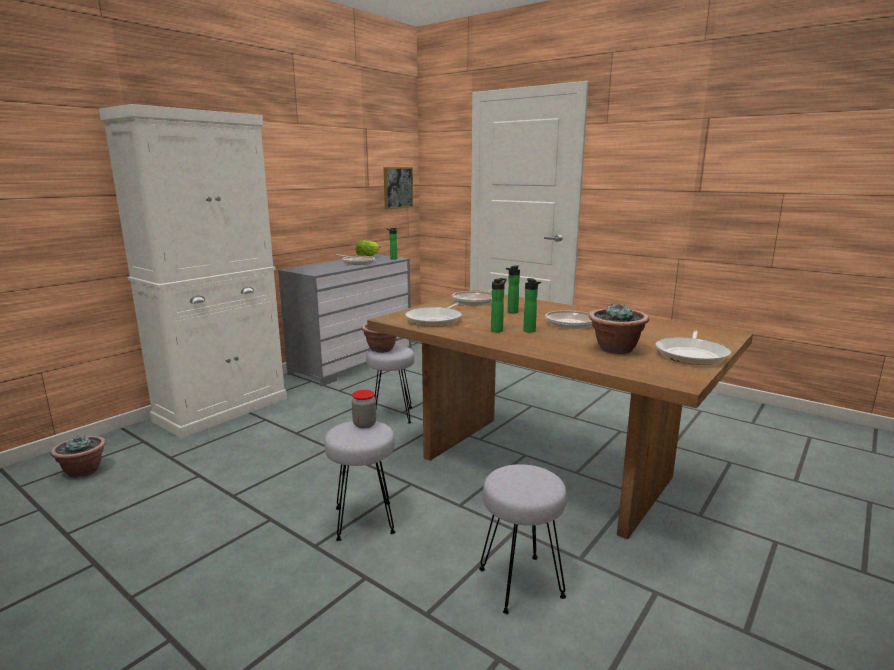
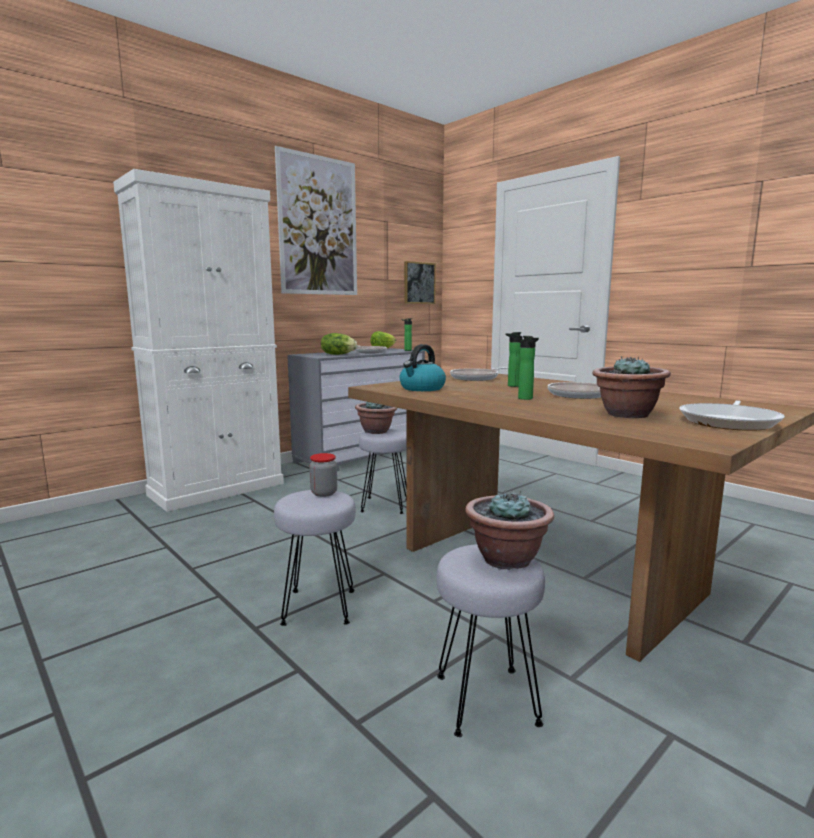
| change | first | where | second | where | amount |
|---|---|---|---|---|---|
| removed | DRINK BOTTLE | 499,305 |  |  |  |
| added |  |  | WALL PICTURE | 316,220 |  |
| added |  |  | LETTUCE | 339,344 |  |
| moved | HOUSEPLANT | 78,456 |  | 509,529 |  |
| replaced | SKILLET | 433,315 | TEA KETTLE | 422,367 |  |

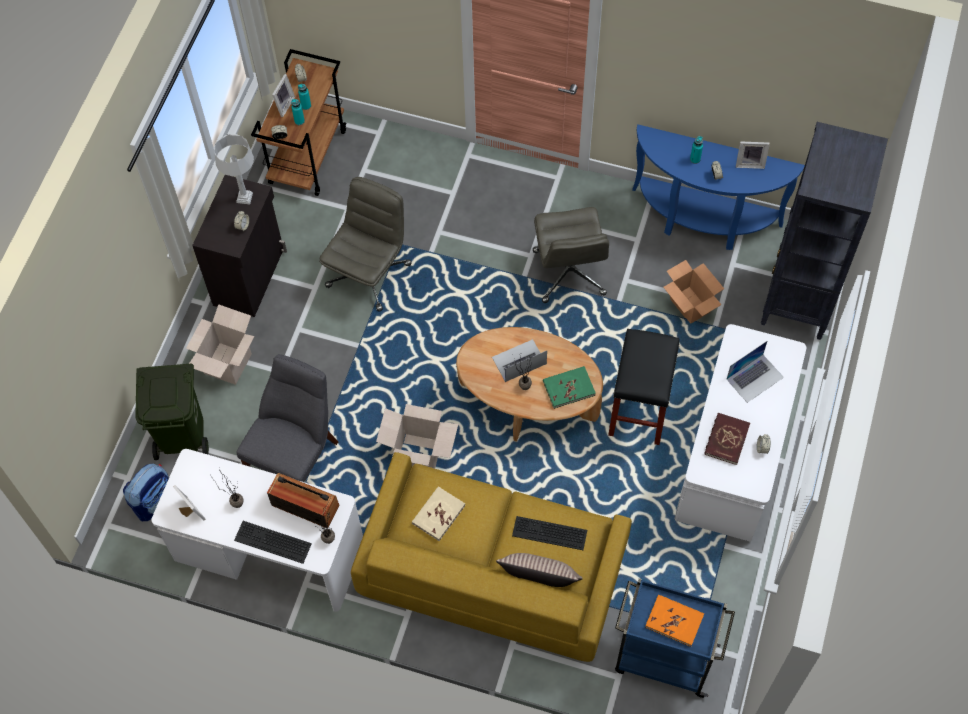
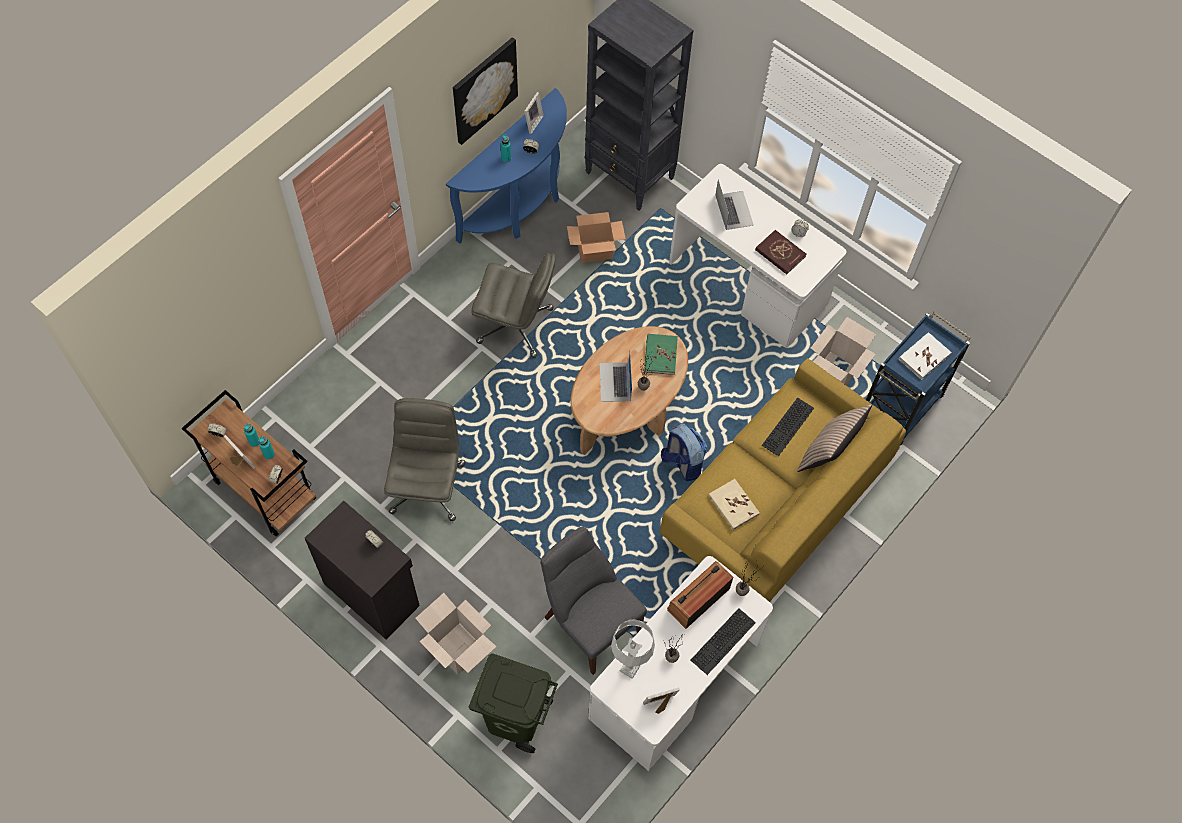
| change | first | where | second | where | amount |
|---|---|---|---|---|---|
| removed | BLACK-COLOURED SITTING STOOL | 644,387 |  |  |  |
| added |  |  | WALL PICTURE | 485,91 |  |
| moved | BACKPACK | 146,492 |  | 684,452 |  |
| moved | GRAY TABLETOP LAMP | 234,169 |  | 633,649 |  |
| moved | CARTON | 417,436 |  | 843,351 |  |
| recoloured | ORANGE-COLOURED BOUND BOOK | 674,620 | WHITE BOUND BOOK | 925,356 |  |
| turned | GRAY DESK CHAIR | 365,244 |  | 424,459 | 45 degrees clockwise |

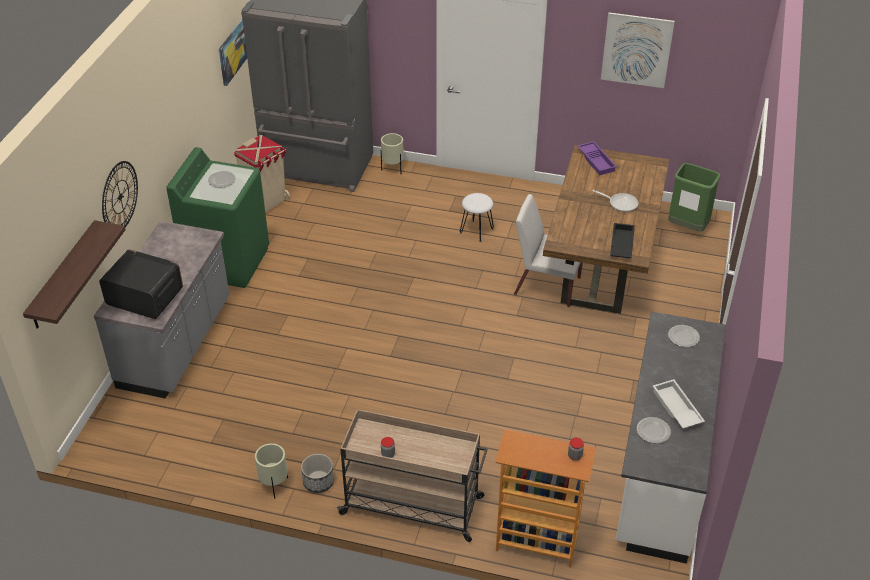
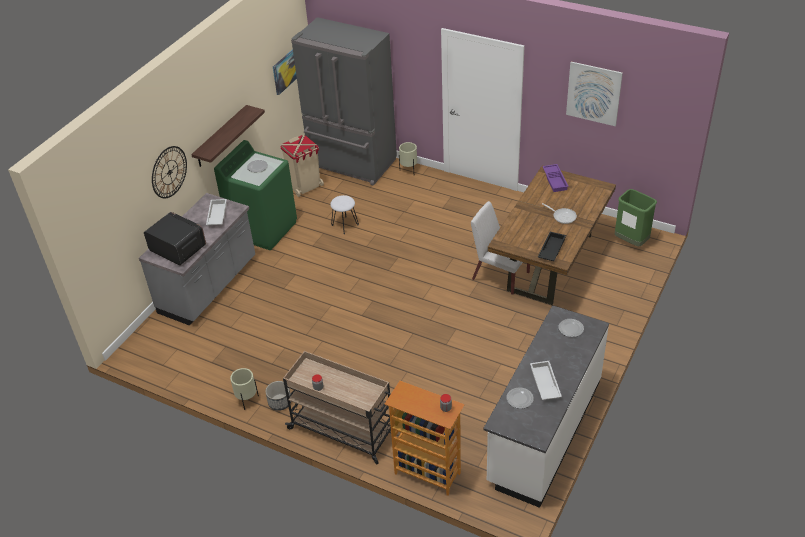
| change | first | where | second | where | amount |
|---|---|---|---|---|---|
| added |  |  | WHITE SERVING TRAY | 216,212 |  |
| moved | WALL SHELF | 74,274 |  | 228,136 |  |
| moved | WHITE SITTING STOOL | 477,217 |  | 344,214 |  |

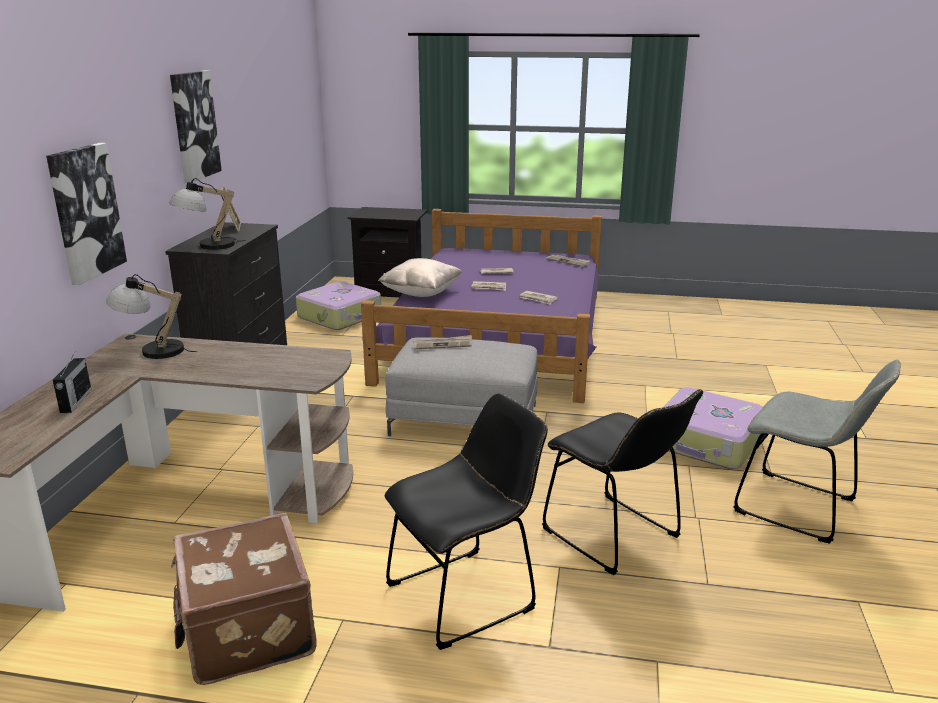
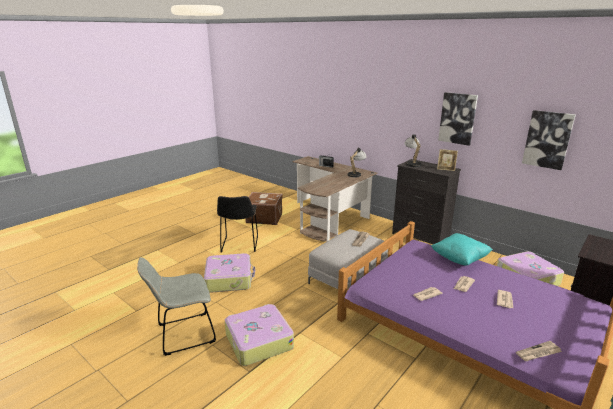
| change | first | where | second | where | amount |
|---|---|---|---|---|---|
| moved | WALL PICTURE | 86,214 |  | 549,140 |  |
| replaced | BLACK-COLOURED PLAIN CHAIR | 622,482 | SUITCASE | 229,273 |  |
| recoloured | BEIGE-COLOURED PILLOW | 420,277 | TURQUOISE PILLOW | 462,249 |  |

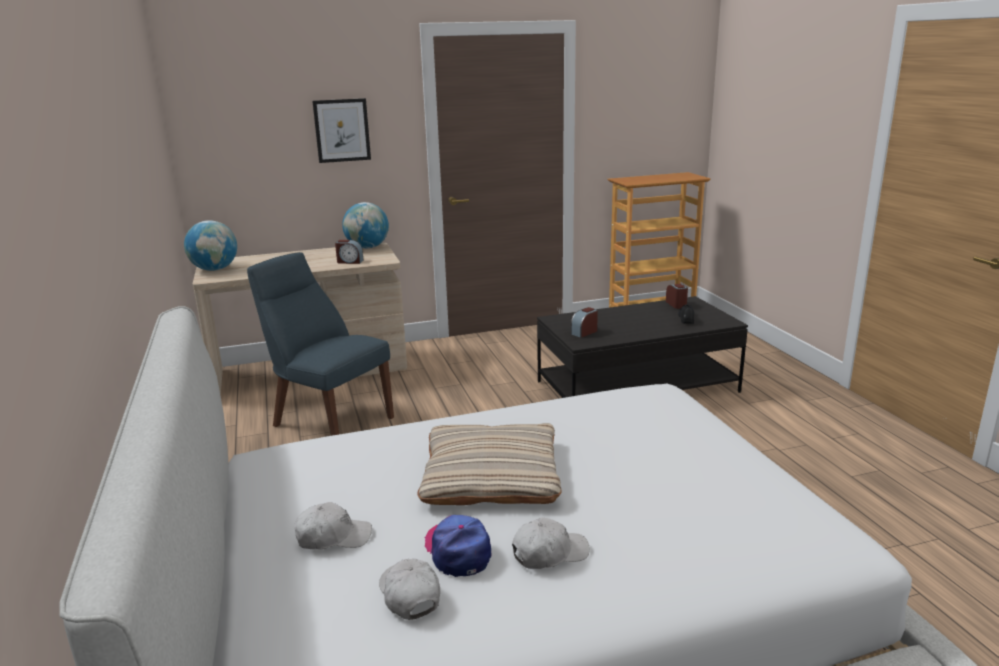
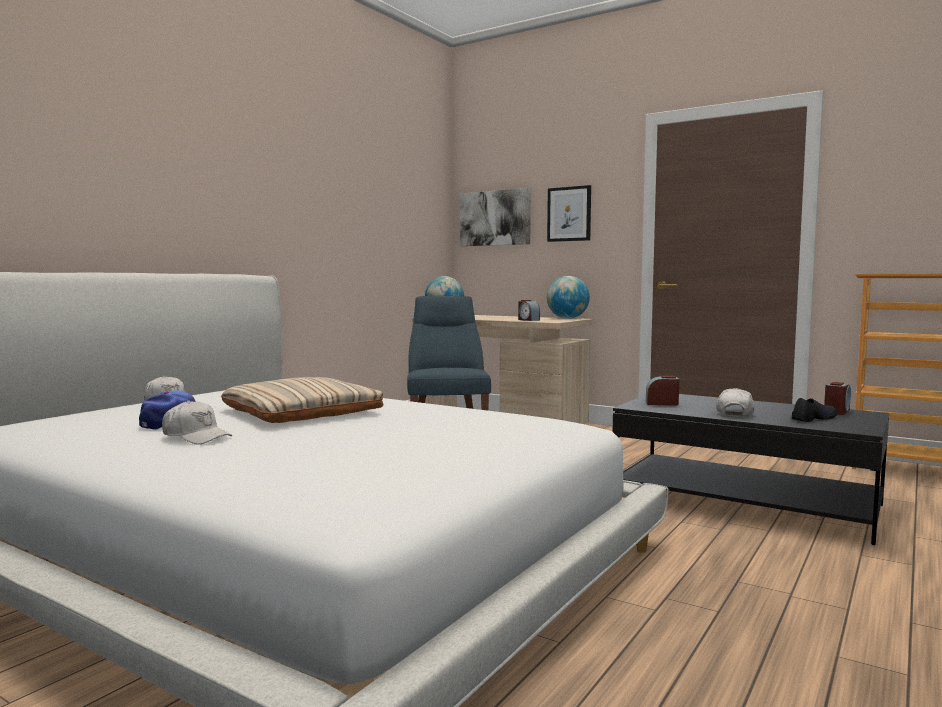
| change | first | where | second | where | amount |
|---|---|---|---|---|---|
| added |  |  | WALL PICTURE | 495,217 |  |
| moved | WHITE PEAKED CAP | 409,589 |  | 735,401 |  |

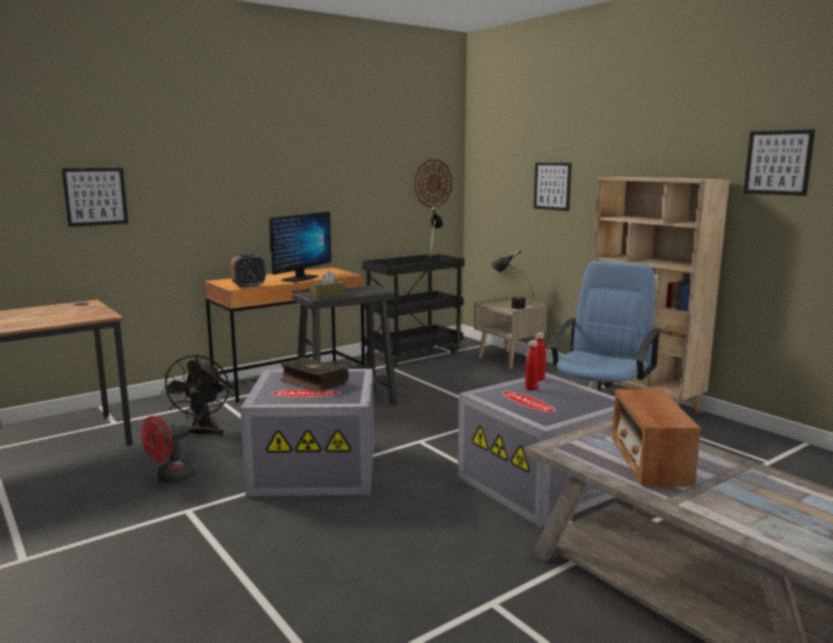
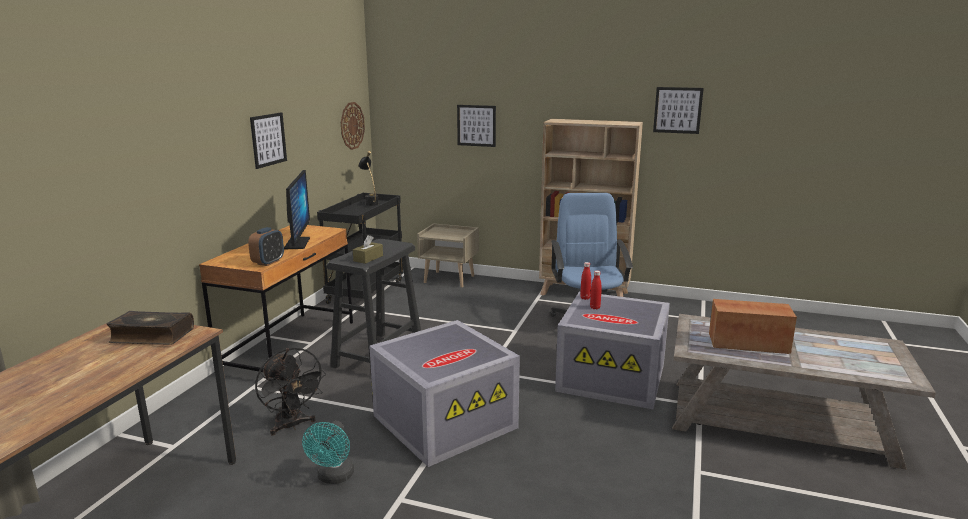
| change | first | where | second | where | amount |
|---|---|---|---|---|---|
| removed | BLACK-COLOURED TABLETOP LAMP | 512,279 |  |  |  |
| moved | WALL PICTURE | 94,197 |  | 268,140 |  |
| moved | BOUND BOOK | 314,374 |  | 150,328 |  |
| recoloured | RED COOLING FAN | 168,449 | TURQUOISE COOLING FAN | 328,452 |  |
| turned | RADIO | 656,438 |  | 753,326 | 135 degrees clockwise |

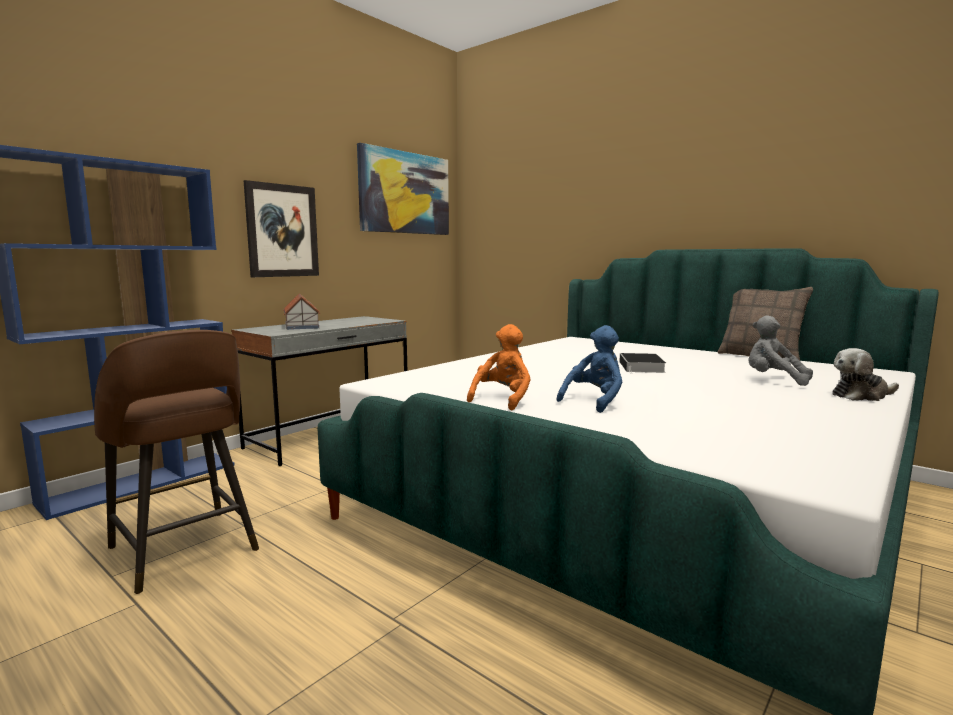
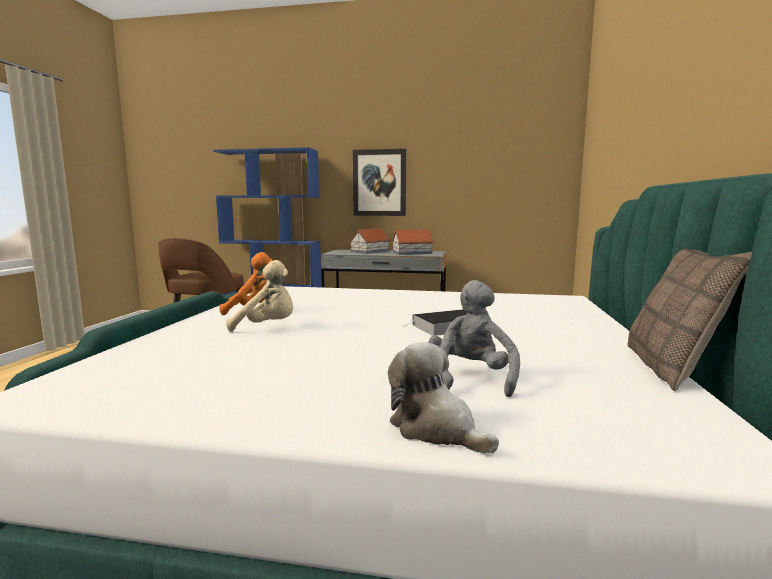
| change | first | where | second | where | amount |
|---|---|---|---|---|---|
| removed | WALL PICTURE | 403,189 |  |  |  |
| added |  |  | MINIATURE HOUSE | 413,242 |  |
| recoloured | BLUE-COLOURED SOFT TOY | 589,369 | BEIGE-COLOURED SOFT TOY | 259,296 |  |

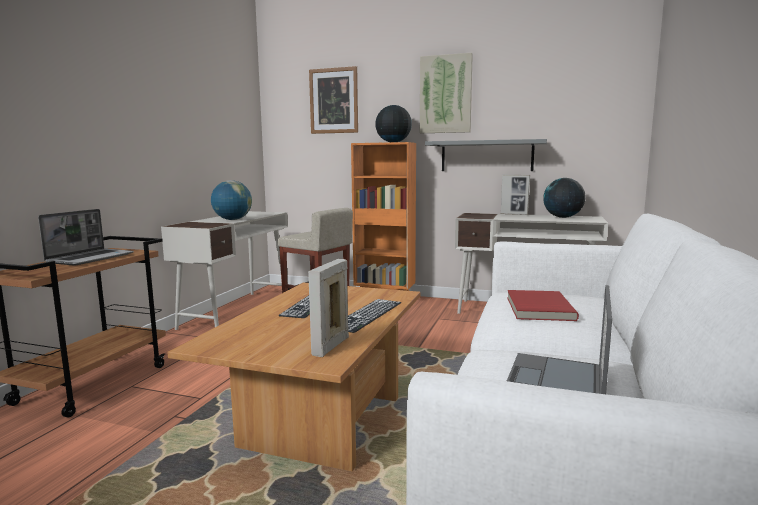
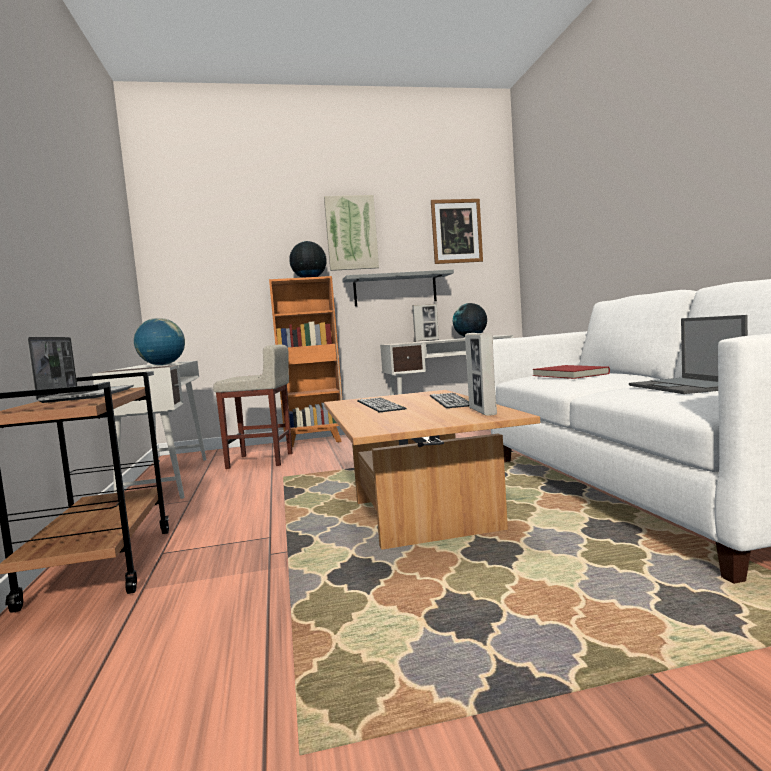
| change | first | where | second | where | amount |
|---|---|---|---|---|---|
| moved | WALL PICTURE | 333,100 |  | 457,231 |  |

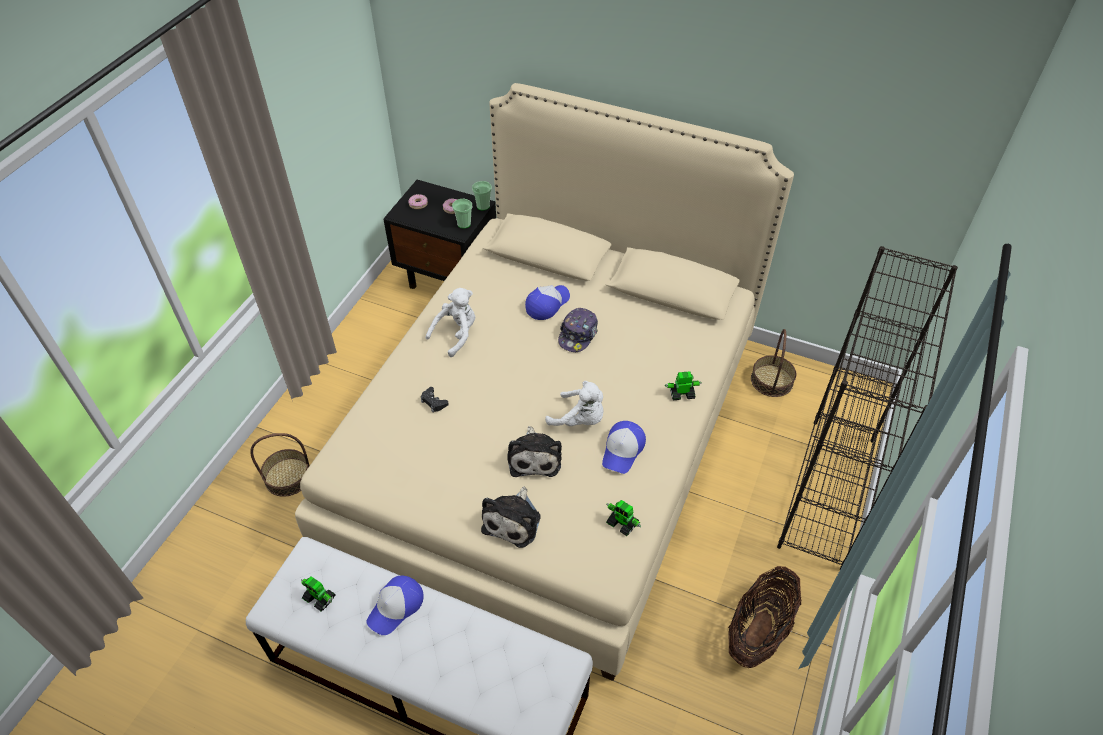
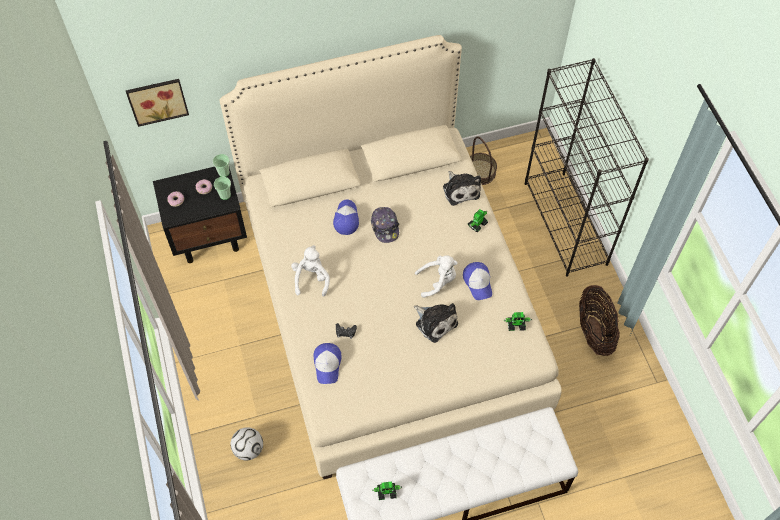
| change | first | where | second | where | amount |
|---|---|---|---|---|---|
| added |  |  | WALL PICTURE | 157,103 |  |
| moved | PEAKED CAP | 395,605 |  | 327,363 |  |
| moved | SOFT TOY | 511,517 |  | 462,188 |  |
| replaced | HOUSEHOLD BASKET | 280,465 | BALL FOR FOOTBALL | 246,444 |  |

